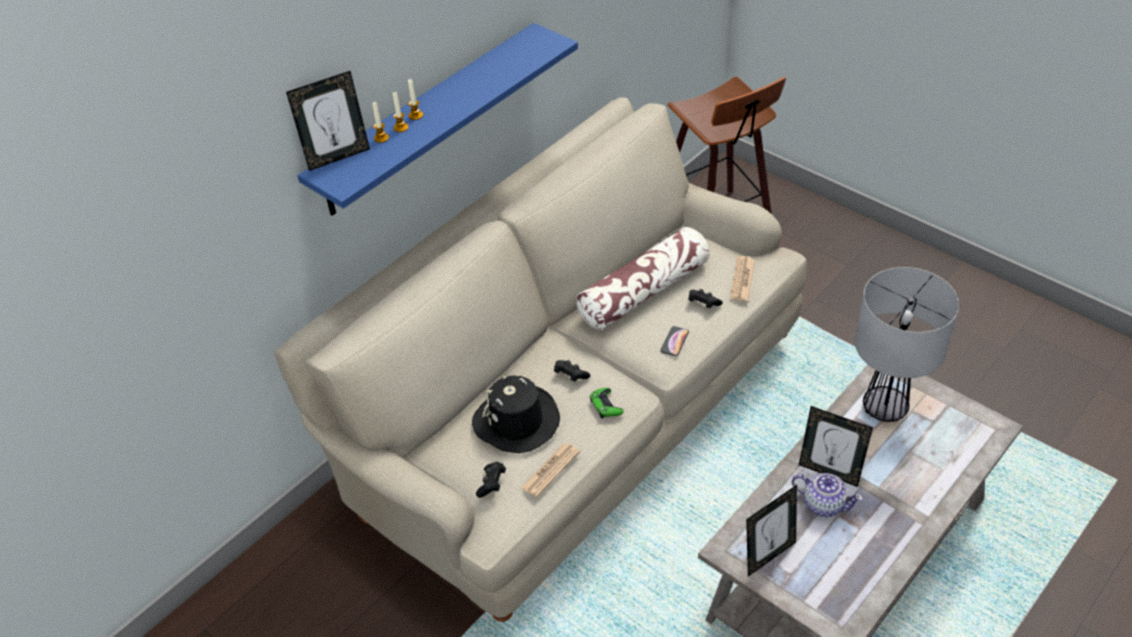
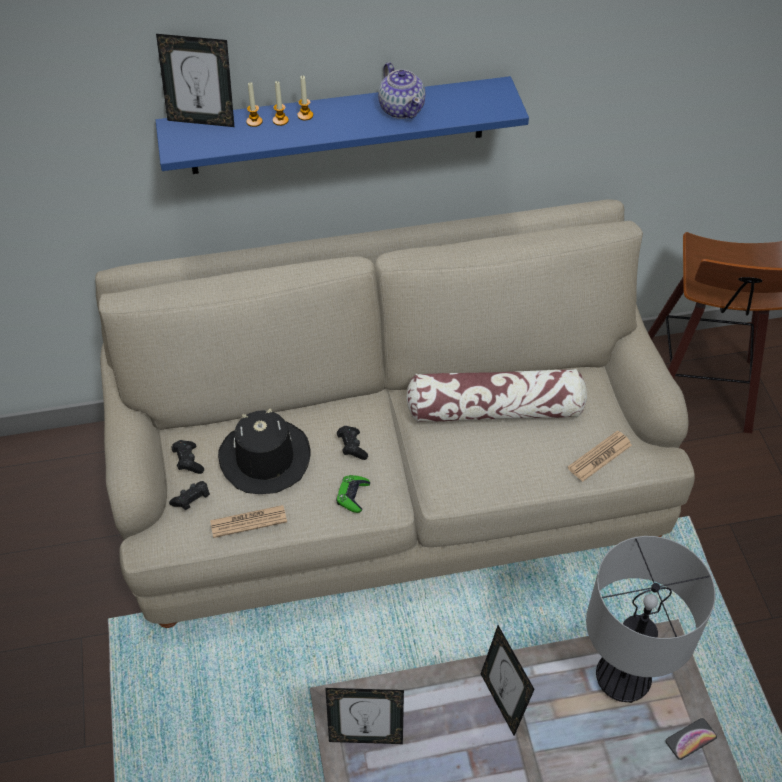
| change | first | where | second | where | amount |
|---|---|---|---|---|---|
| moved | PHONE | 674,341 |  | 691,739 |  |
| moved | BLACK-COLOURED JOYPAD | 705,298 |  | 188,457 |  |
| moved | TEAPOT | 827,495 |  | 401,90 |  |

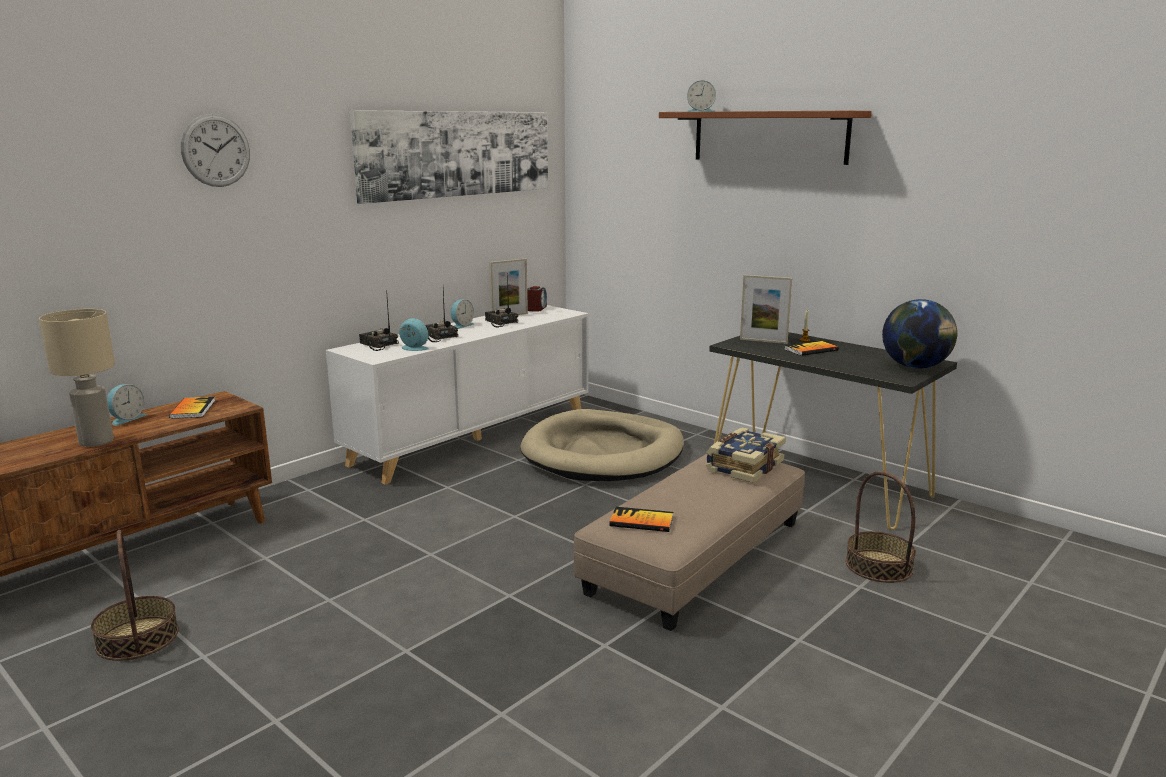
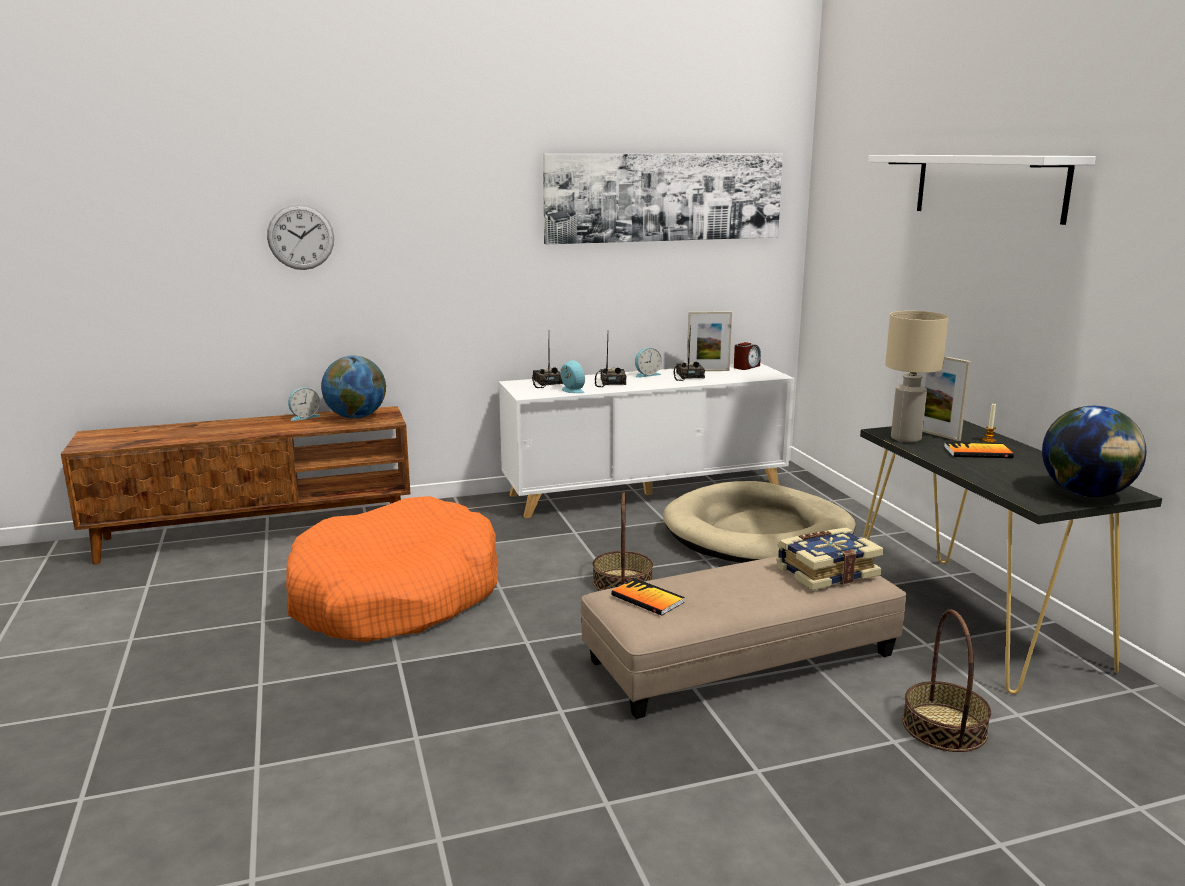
| change | first | where | second | where | amount |
|---|---|---|---|---|---|
| removed | ALARM CLOCK | 701,96 |  |  |  |
| added |  |  | ORANGE-COLOURED DOG CUSHION | 392,569 |  |
| moved | BEIGE-COLOURED TABLETOP LAMP | 77,378 |  | 917,376 |  |
| moved | HOUSEHOLD BASKET | 135,595 |  | 623,541 |  |
| moved | WALL CLOCK | 215,150 |  | 300,237 |  |
| replaced | BOUND BOOK | 192,407 | GLOBE | 353,387 |  |
| recoloured | BROWNISH WALL SHELF | 765,138 | WHITE WALL SHELF | 982,190 |  |

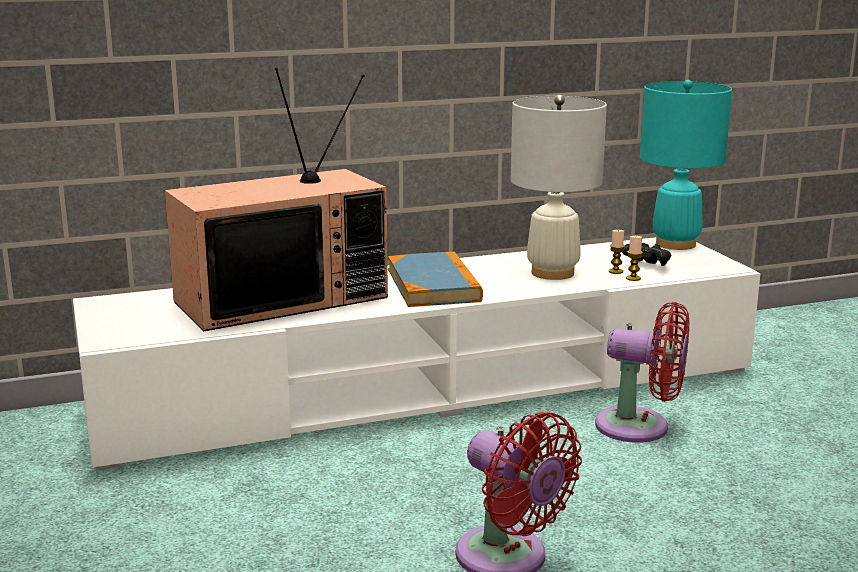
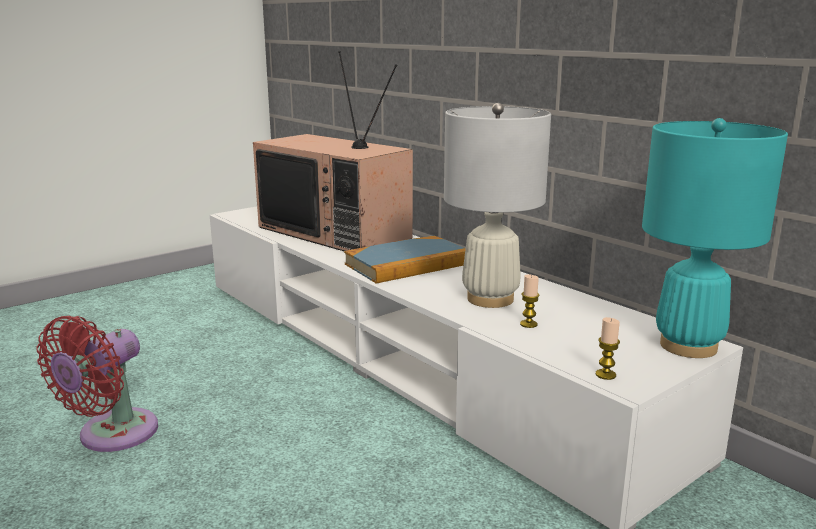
| change | first | where | second | where | amount |
|---|---|---|---|---|---|
| removed | RED COOLING FAN | 642,372 |  |  |  |
| removed | BLACK-COLOURED JOYPAD | 646,254 |  |  |  |
| moved | WAX LIGHT | 634,258 |  | 608,348 |  |

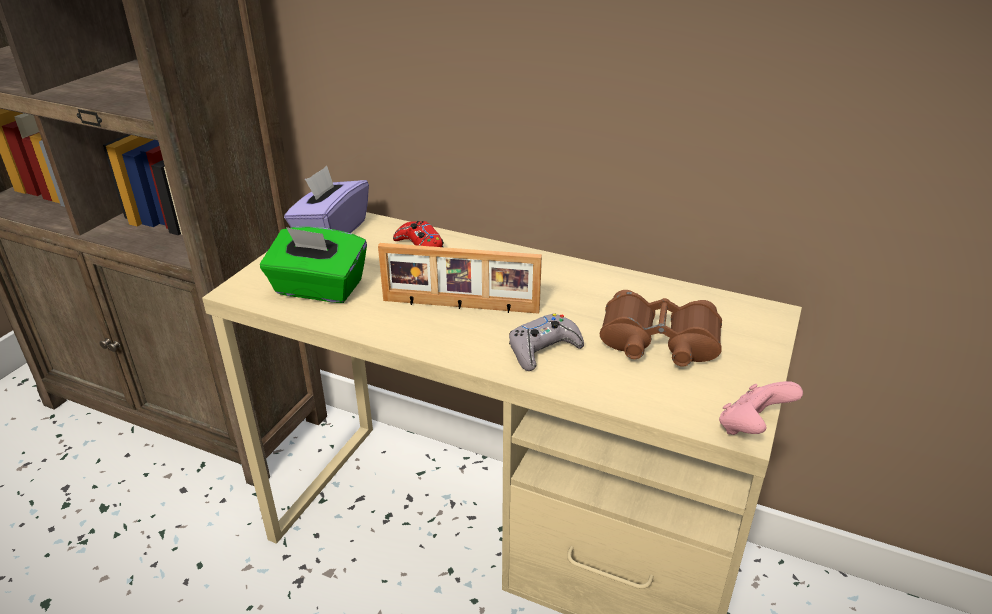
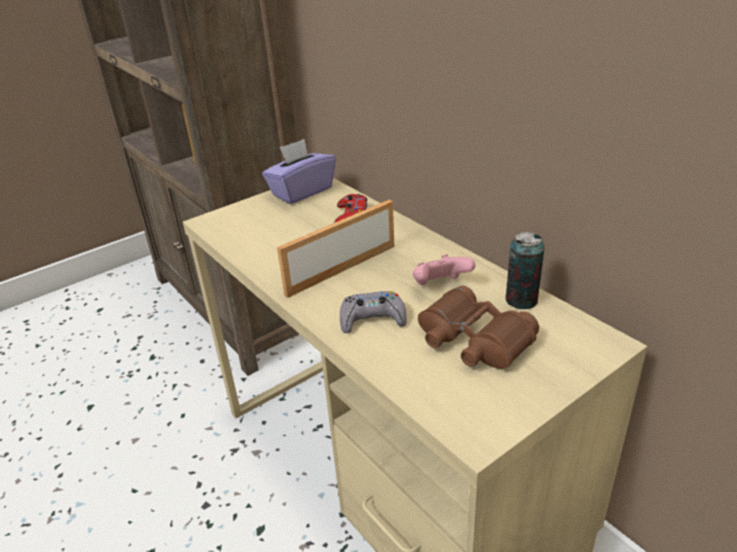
| change | first | where | second | where | amount |
|---|---|---|---|---|---|
| removed | GREEN TISSUE BOX | 313,265 |  |  |  |
| added |  |  | CAN | 525,270 |  |
| moved | PINK-COLOURED JOYPAD | 761,408 |  | 444,270 |  |
| turned | PICTURE FRAME | 460,278 |  | 335,249 | 105 degrees clockwise |

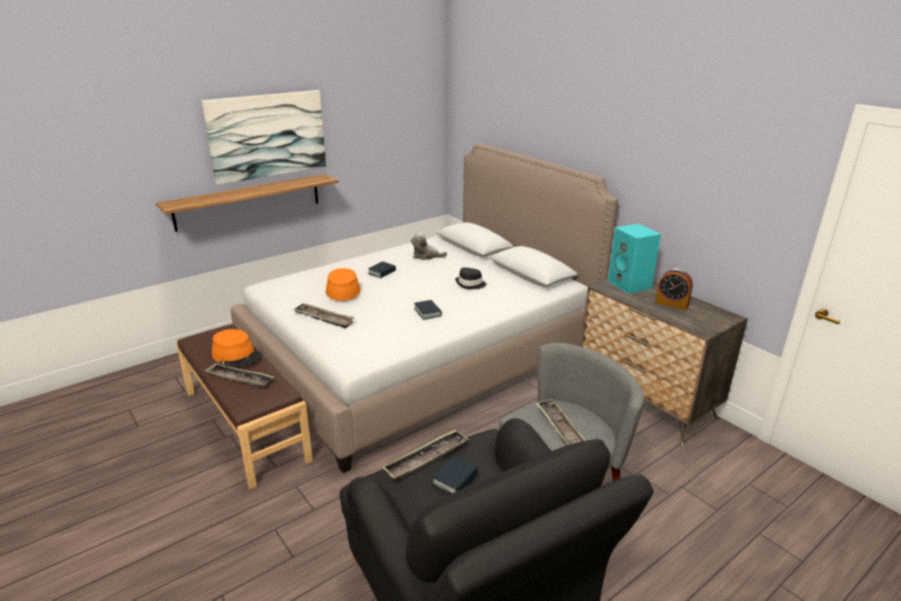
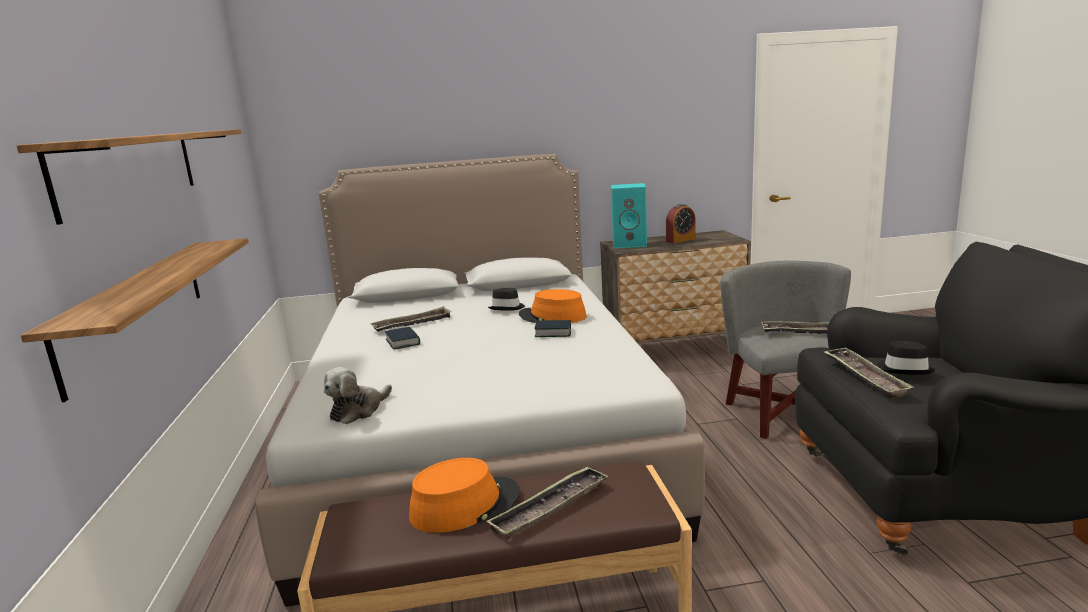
| change | first | where | second | where | amount |
|---|---|---|---|---|---|
| moved | SERVING TRAY | 323,316 |  | 411,319 |  |
| moved | ORANGE-COLOURED HAT | 343,284 |  | 553,306 |  |
| moved | SOFT TOY | 429,246 |  | 358,395 |  |
| replaced | WALL PICTURE | 263,137 | WALL SHELF | 129,177 |  |
| replaced | BOUND BOOK | 455,475 | BLACK-COLOURED HAT | 906,358 |  |

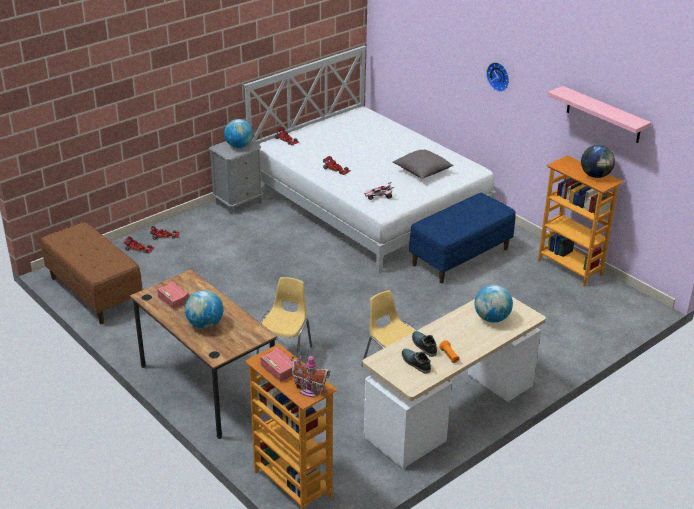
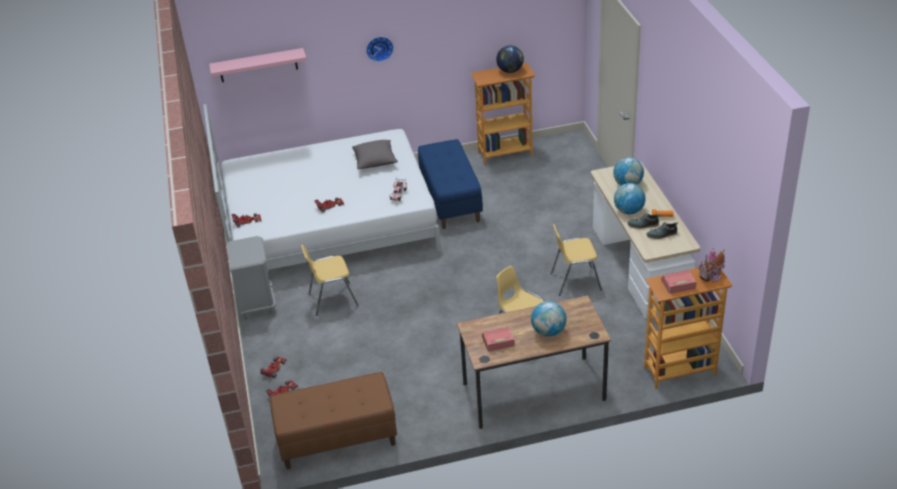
| change | first | where | second | where | amount |
|---|---|---|---|---|---|
| added |  |  | YELLOW-COLOURED PLAIN CHAIR | 330,280 |  |
| moved | GLOBE | 238,133 |  | 630,198 |  |
| moved | PINK-COLOURED WALL SHELF | 599,114 |  | 258,65 |  |

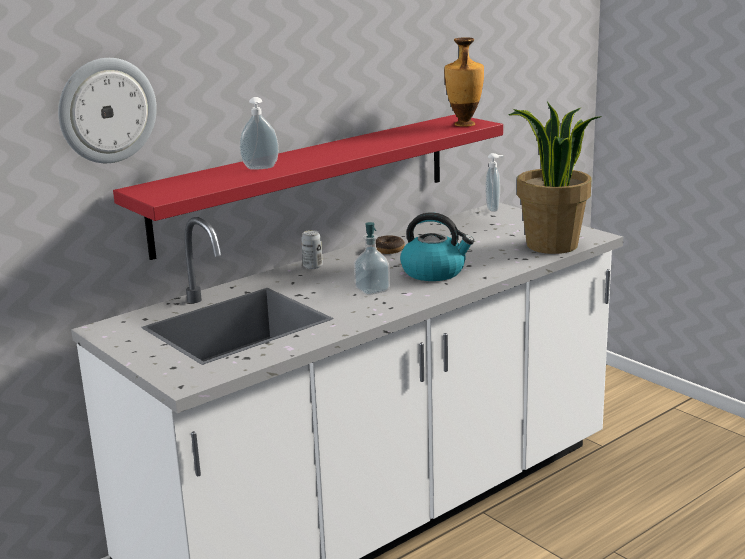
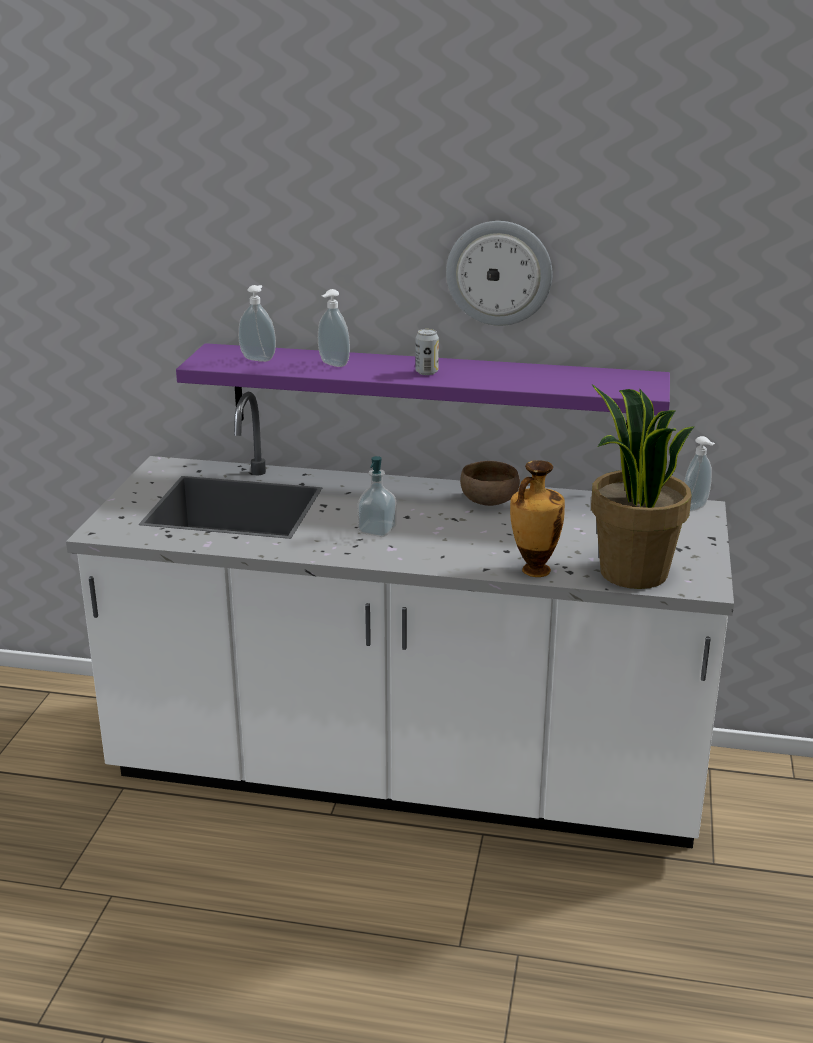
| change | first | where | second | where | amount |
|---|---|---|---|---|---|
| removed | TEA KETTLE | 437,246 |  |  |  |
| added |  |  | SOAP DISPENSER | 257,323 |  |
| moved | WALL CLOCK | 107,110 |  | 499,273 |  |
| moved | CAN | 312,249 |  | 427,352 |  |
| moved | VASE | 464,82 |  | 537,518 |  |
| replaced | RING DOUGHNUT | 390,244 | BROWNISH SERVING BOWL | 490,483 |  |
| recoloured | RED WALL SHELF | 308,187 | PURPLE-COLOURED WALL SHELF | 423,386 |  |

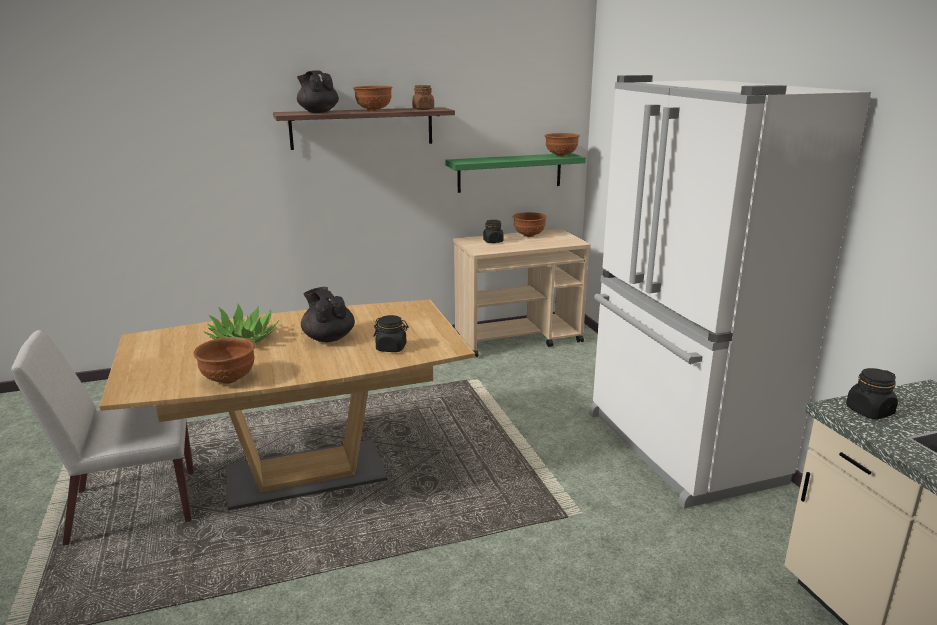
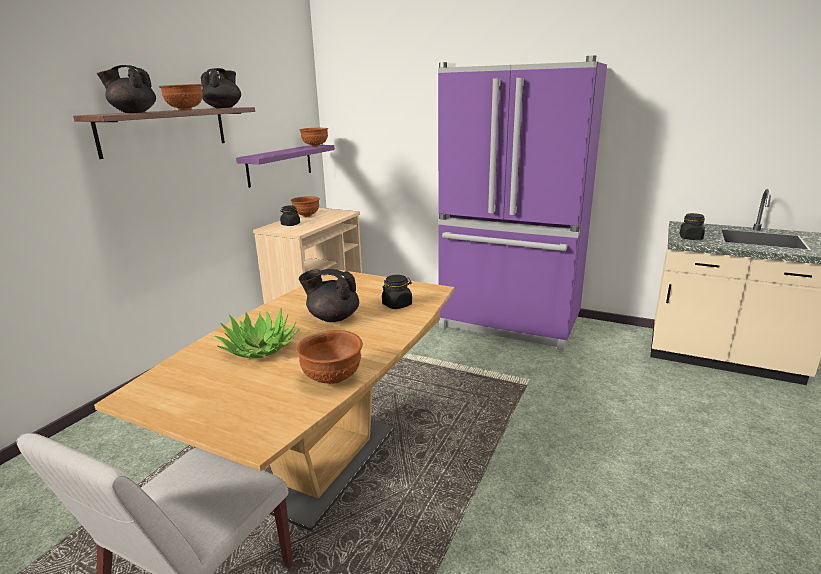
| change | first | where | second | where | amount |
|---|---|---|---|---|---|
| replaced | BROWNISH PRESERVE JAR | 423,97 | BLACK-COLOURED TEAPOT | 221,88 |  |
| recoloured | GREEN WALL SHELF | 515,173 | PURPLE-COLOURED WALL SHELF | 285,166 |  |
| recoloured | WHITE REFRIGERATOR | 730,292 | PURPLE-COLOURED REFRIGERATOR | 522,203 |  |

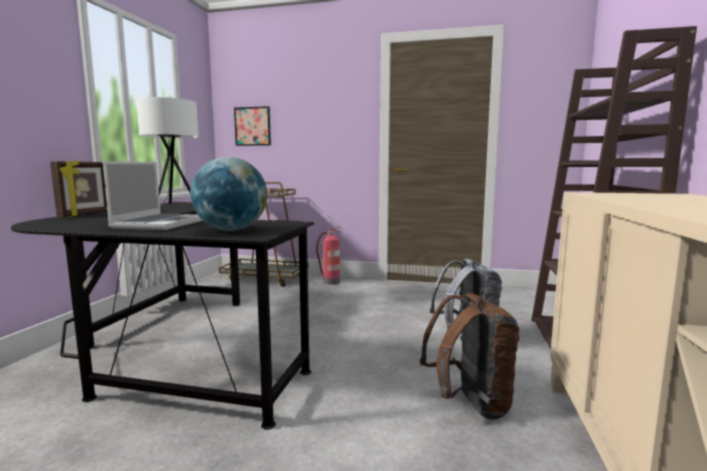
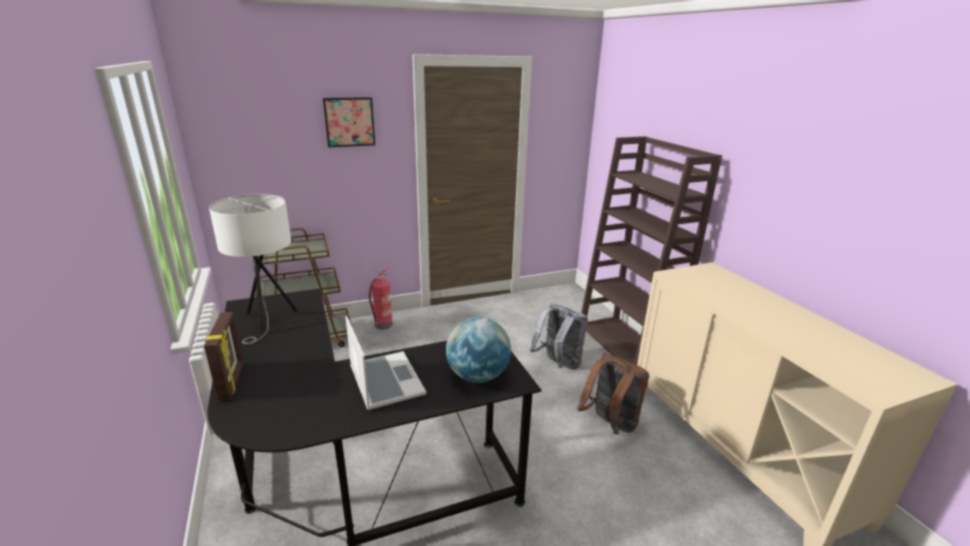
| change | first | where | second | where | amount |
|---|---|---|---|---|---|
| moved | WALL PICTURE | 252,126 |  | 349,122 |  |

